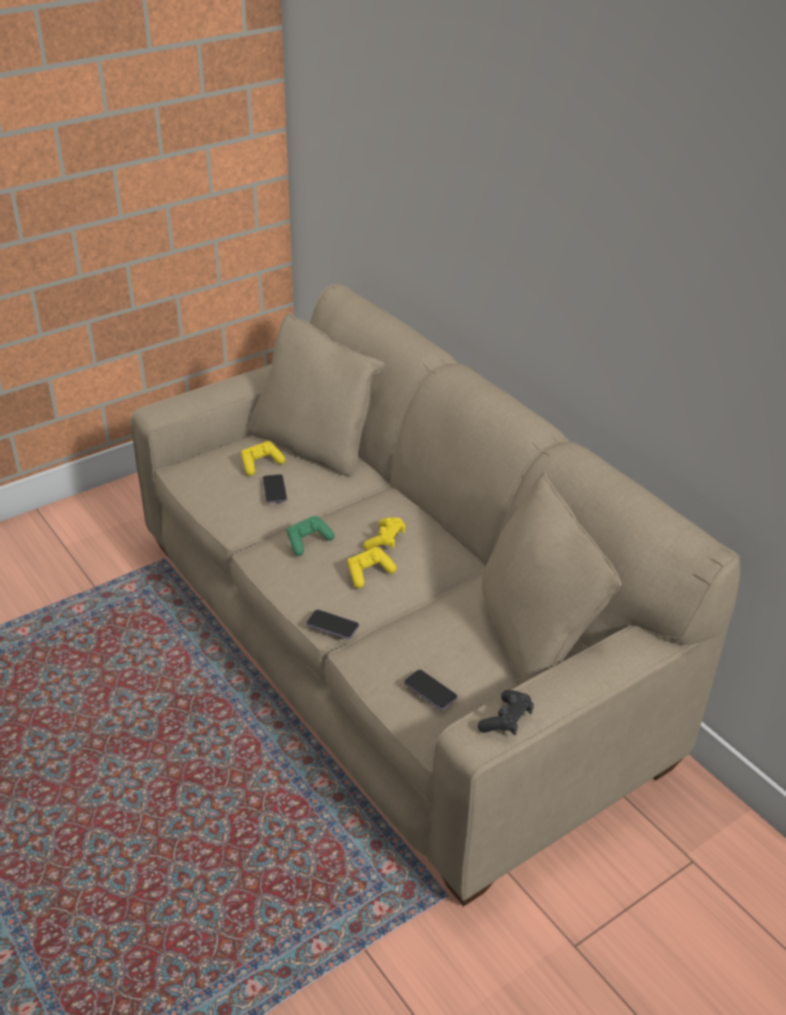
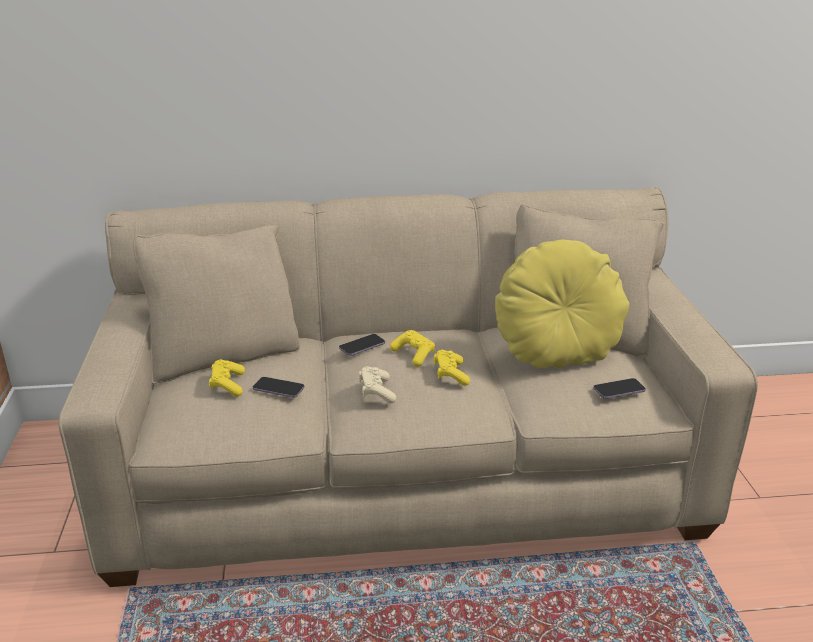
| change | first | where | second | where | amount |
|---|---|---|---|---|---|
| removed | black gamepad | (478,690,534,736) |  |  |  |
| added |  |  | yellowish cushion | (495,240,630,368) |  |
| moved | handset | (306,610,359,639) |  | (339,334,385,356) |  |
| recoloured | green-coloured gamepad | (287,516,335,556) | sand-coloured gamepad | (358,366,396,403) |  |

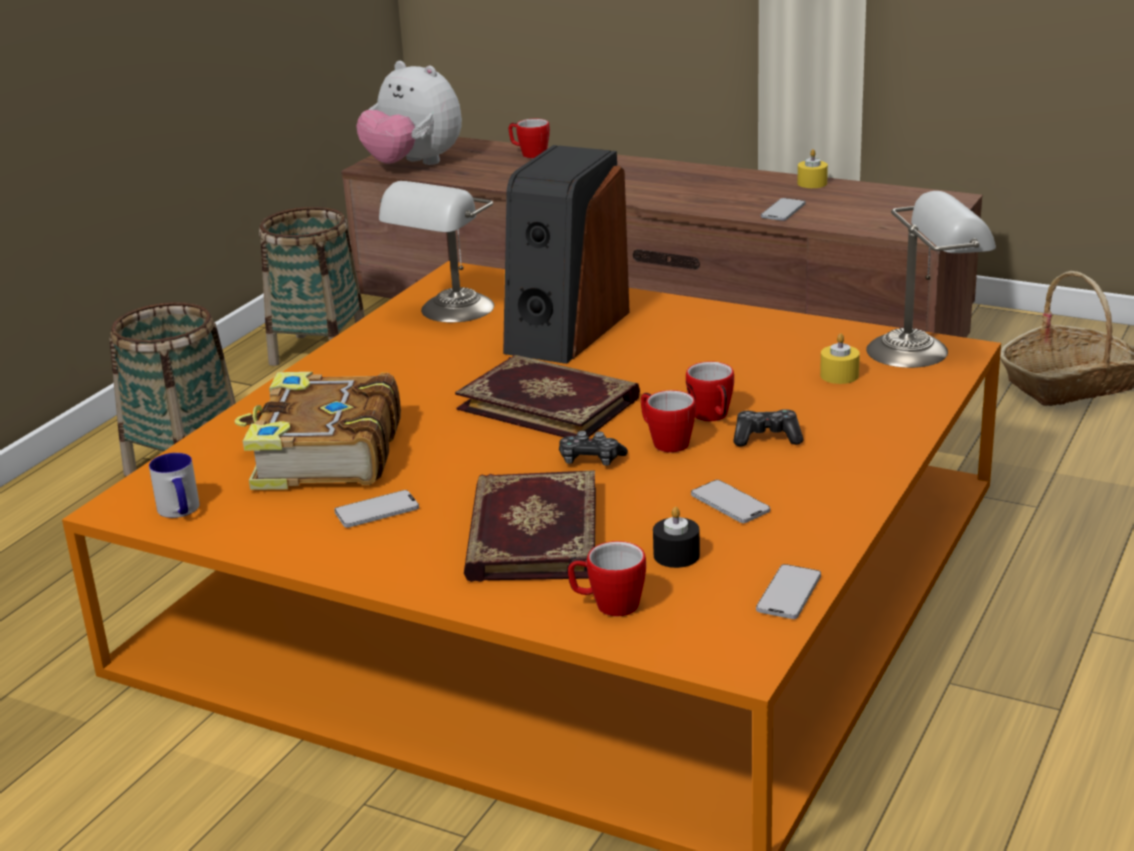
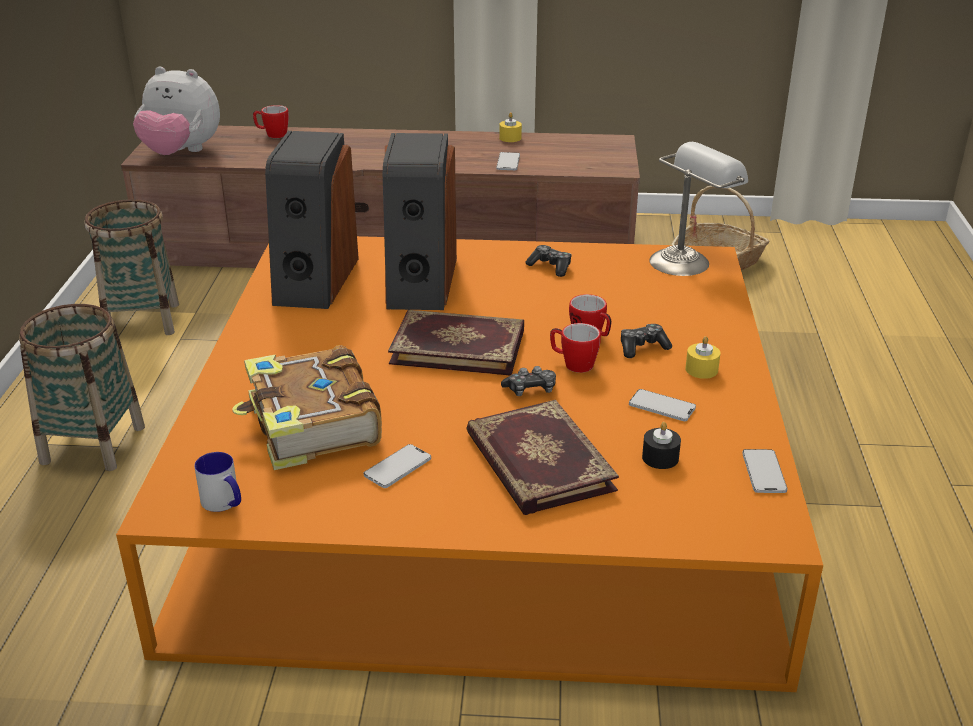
| change | first | where | second | where | amount |
|---|---|---|---|---|---|
| removed | coffee mug | (567,541,646,616) |  |  |  |
| added |  |  | gamepad | (526,245,571,277) |  |
| moved | yellowish wax candle | (820,333,860,384) |  | (685,336,721,379) |  |
| replaced | whitish tabletop lamp | (379,181,494,323) | loudspeaker | (265,131,359,309) |  |

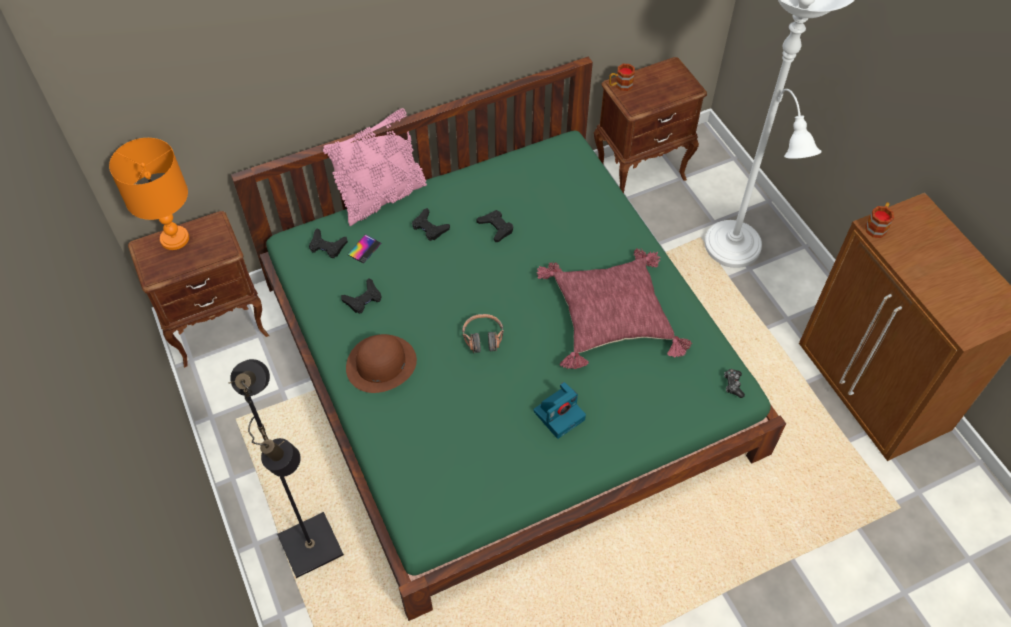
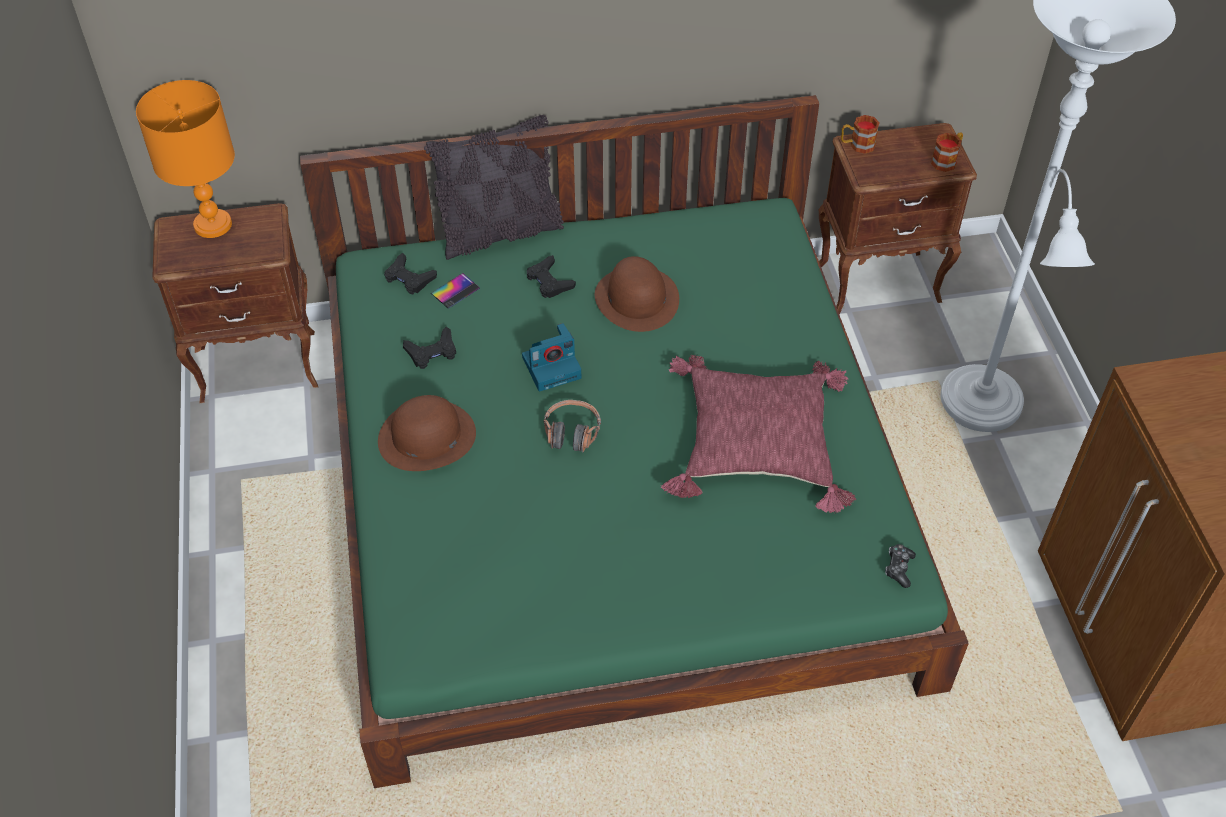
| change | first | where | second | where | amount |
|---|---|---|---|---|---|
| removed | black standard lamp | (229,359,344,578) |  |  |  |
| moved | photo camera | (533,382,586,439) |  | (522,323,581,391) |  |
| moved | coffee mug | (865,202,894,238) |  | (931,132,963,172) |  |
| replaced | black gamepad | (476,210,513,242) | brown wearable hat | (595,256,679,332) |  |
| recoloured | pink-coloured cushion | (323,108,427,226) | black cushion | (424,115,564,260) |  |

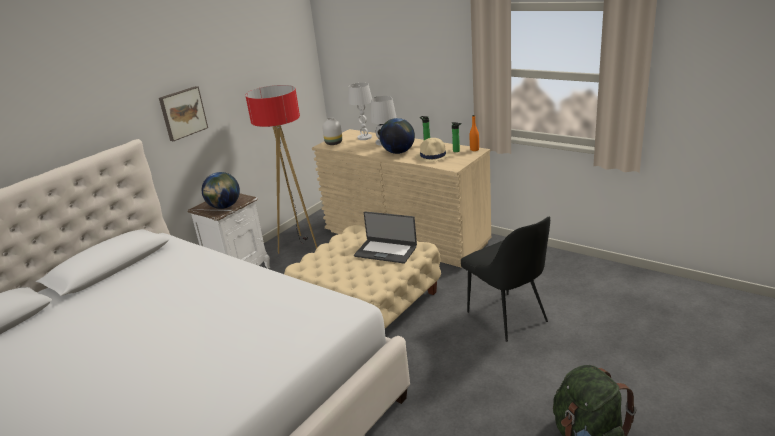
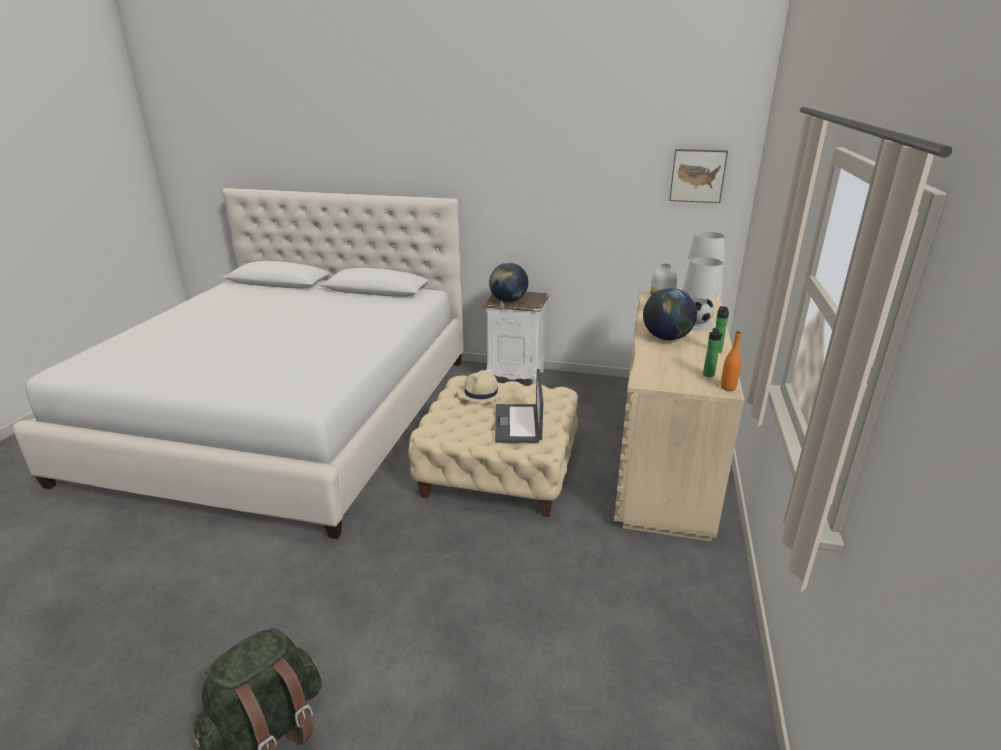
| change | first | where | second | where | amount |
|---|---|---|---|---|---|
| removed | standard lamp | (245,85,318,254) |  |  |  |
| removed | black plain chair | (461,217,550,342) |  |  |  |
| moved | picture | (159,86,208,141) |  | (669,149,728,203) |  |
| moved | sand-coloured wearable hat | (415,138,451,162) |  | (458,370,504,403) |  |

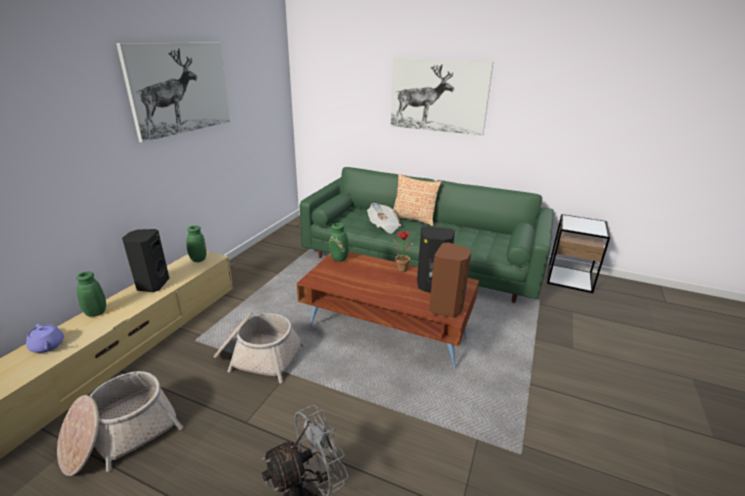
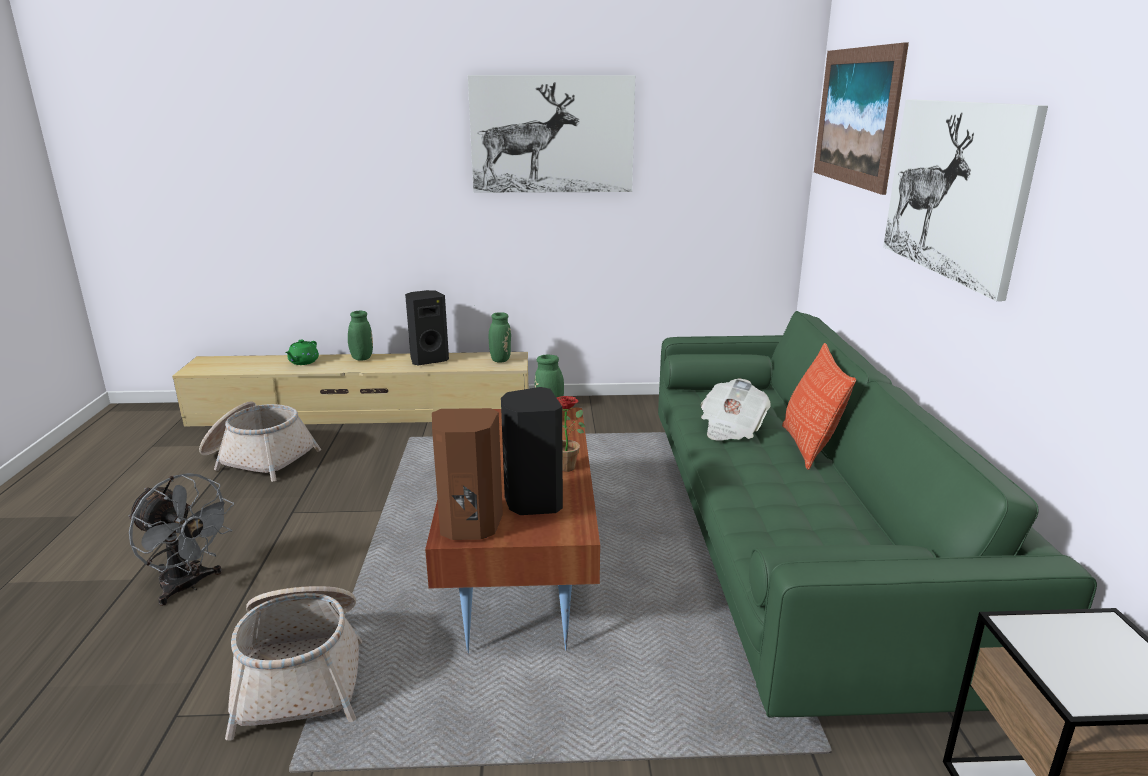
| change | first | where | second | where | amount |
|---|---|---|---|---|---|
| added |  |  | picture | (814,42,909,195) |  |
| moved | storage basket | (214,312,305,383) |  | (225,586,362,741) |  |
| recoloured | purplish tea pot | (26,324,64,353) | green-coloured tea pot | (285,340,319,365) |  |
| recoloured | sand-coloured cushion | (393,174,441,226) | orange cushion | (782,343,856,470) |  |

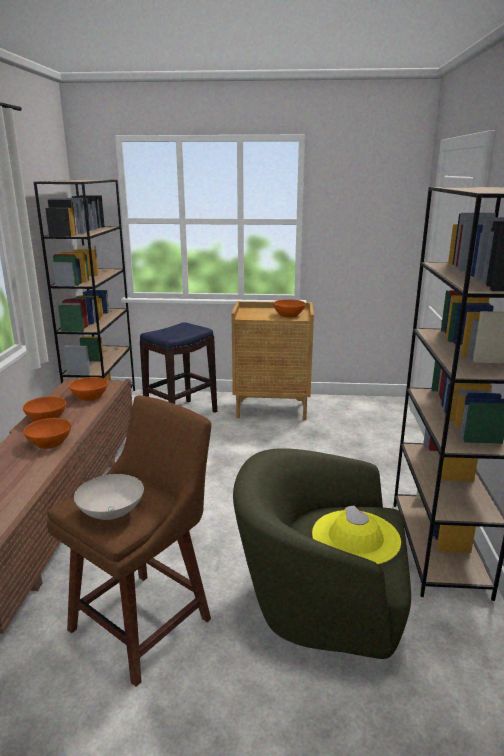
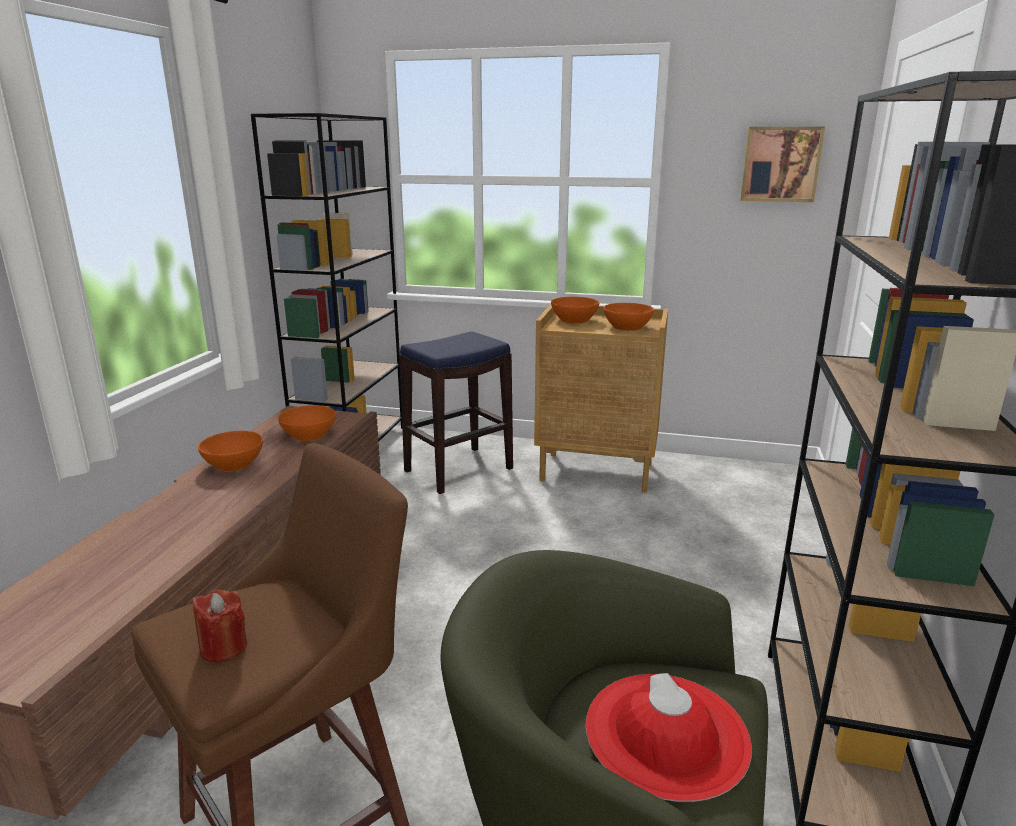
| change | first | where | second | where | amount |
|---|---|---|---|---|---|
| added |  |  | picture | (740,127,825,202) |  |
| moved | orange bowl | (23,418,71,449) |  | (551,297,599,323) |  |
| replaced | whitish bowl | (74,474,144,520) | reddish wax candle | (192,590,247,662) |  |
| recoloured | yellowish wearable hat | (312,505,401,565) | reddish wearable hat | (586,673,752,802) |  |

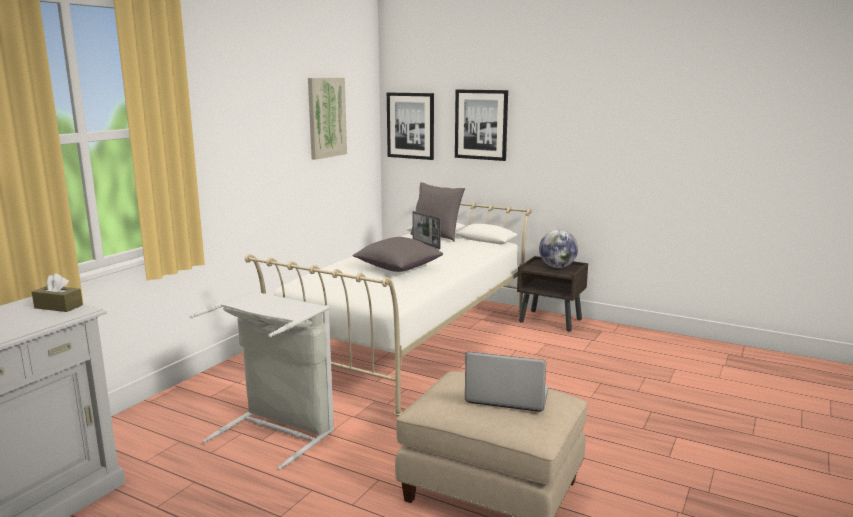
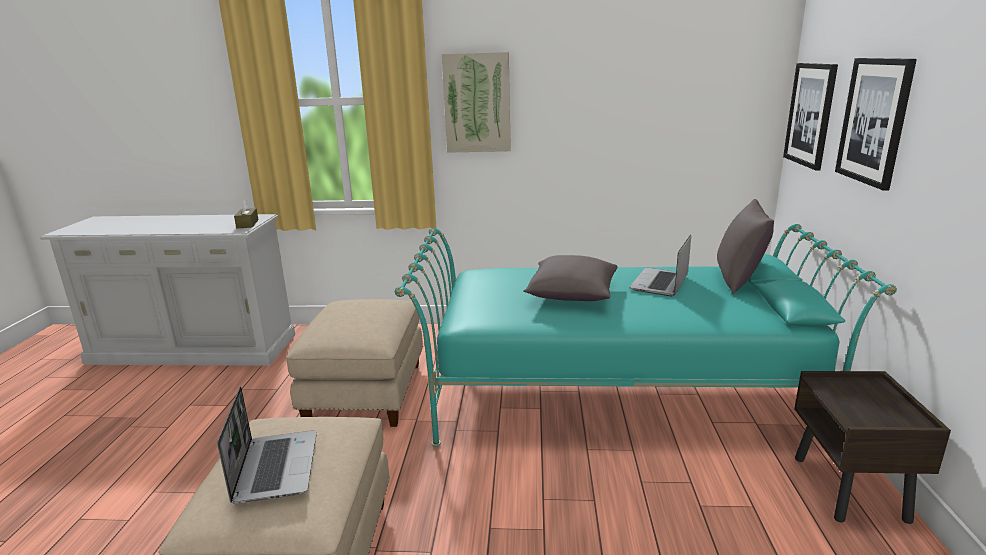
| change | first | where | second | where | amount |
|---|---|---|---|---|---|
| removed | desk globe | (539,230,578,268) |  |  |  |
| moved | picture | (308,78,347,160) |  | (442,52,511,153) |  |
| replaced | gray washing basket | (190,290,334,470) | sand-coloured footrest | (286,299,423,427) |  |
| recoloured | whitish bed | (245,203,532,416) | turquoise bed | (395,224,897,447) |  |

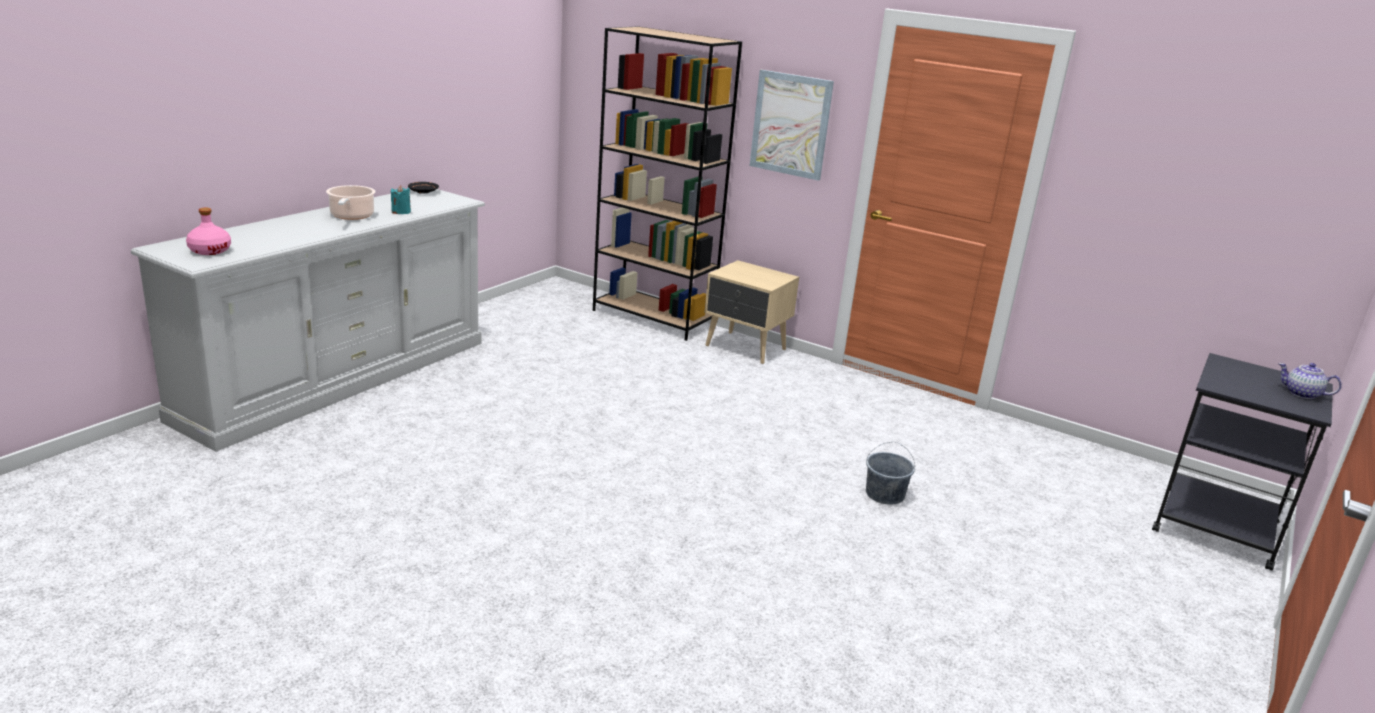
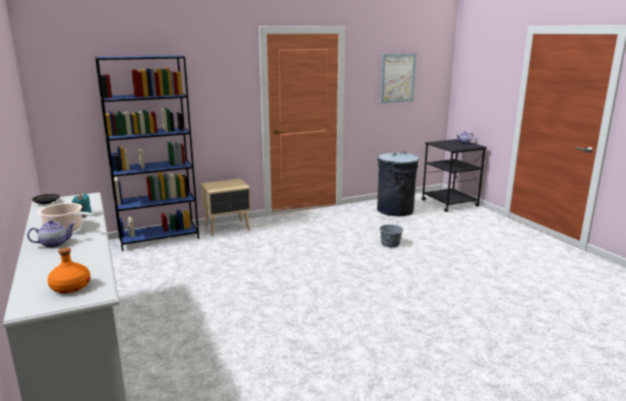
| change | first | where | second | where | amount |
|---|---|---|---|---|---|
| added |  |  | tea pot | (27,220,76,248) |  |
| added |  |  | gray trash can | (377,151,419,216) |  |
| moved | picture | (750,70,834,181) |  | (380,53,416,103) |  |
| recoloured | pink-coloured drink bottle | (186,208,231,255) | orange drink bottle | (48,247,91,293) |  |
| recoloured | sand-coloured bookshelf | (593,26,742,341) | blue-coloured bookshelf | (95,55,199,251) |  |

